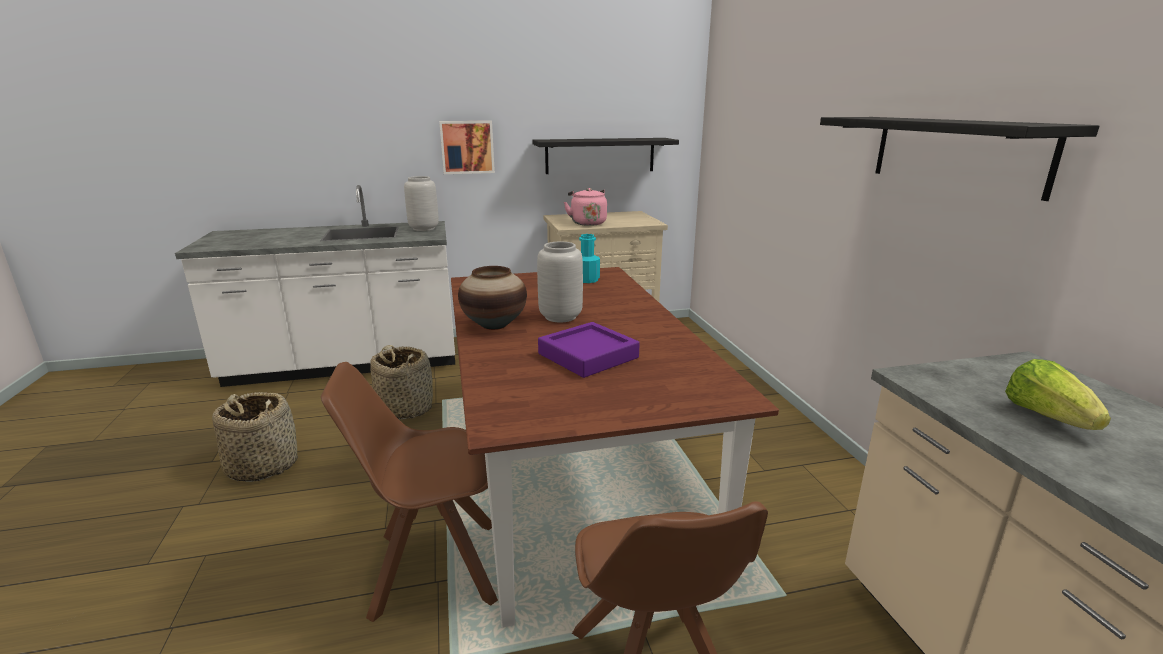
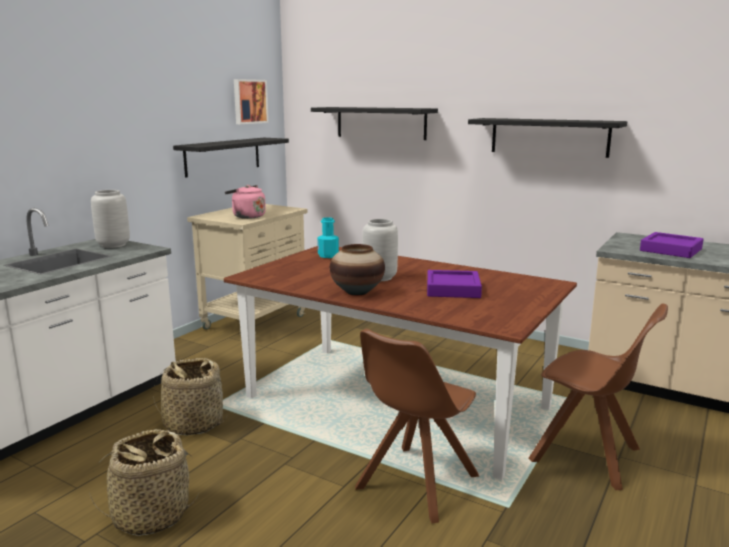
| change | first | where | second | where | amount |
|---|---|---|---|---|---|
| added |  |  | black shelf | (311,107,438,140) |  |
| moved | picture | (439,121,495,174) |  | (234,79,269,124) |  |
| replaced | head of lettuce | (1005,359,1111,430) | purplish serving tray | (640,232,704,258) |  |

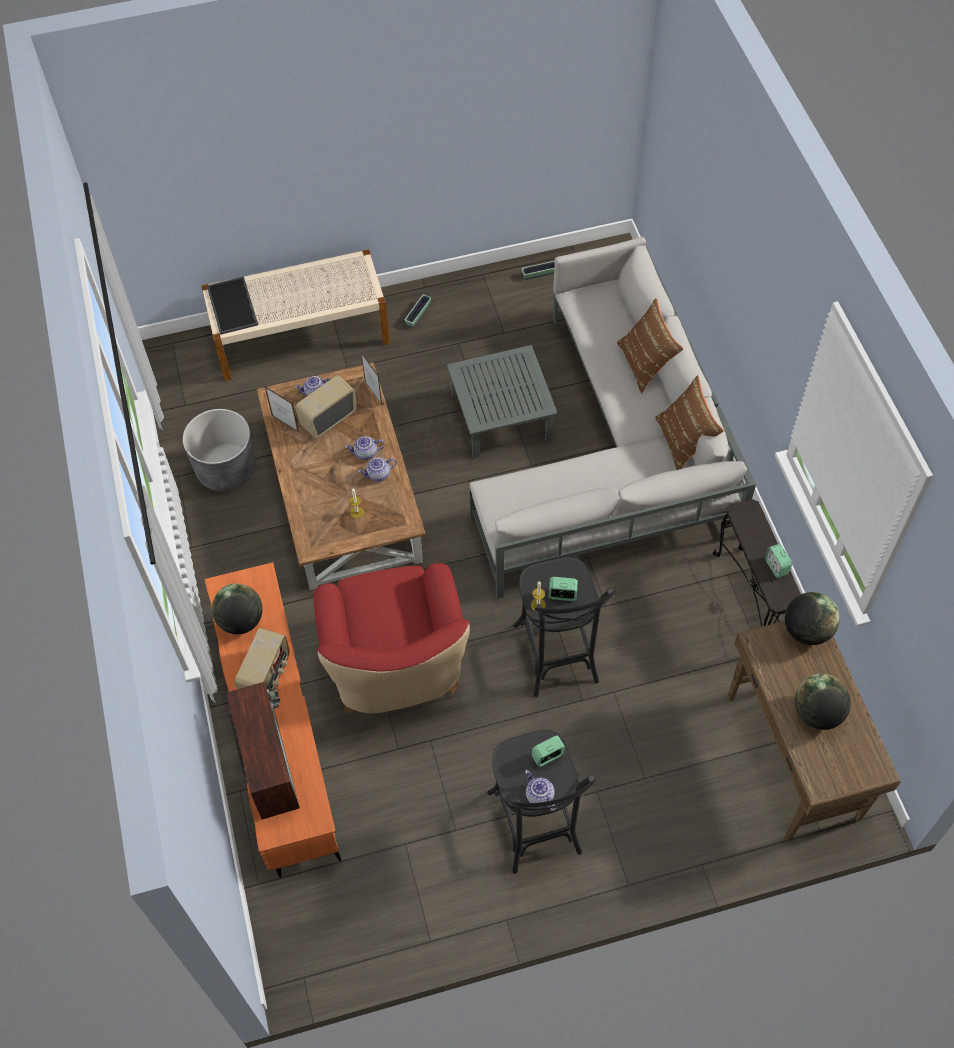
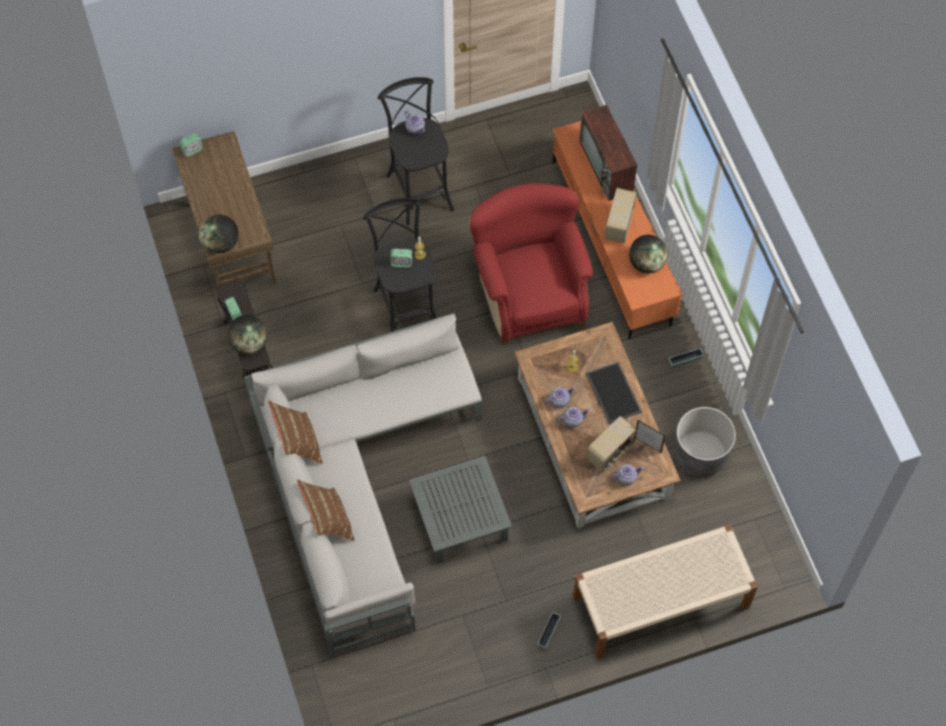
| change | first | where | second | where | amount |
|---|---|---|---|---|---|
| removed | picture frame | (361,353,382,405) |  |  |  |
| moved | serving tray | (206,276,258,335) |  | (586,361,642,424) |  |
| moved | planter | (522,261,555,280) |  | (669,348,704,367) |  |
| moved | bedside clock | (532,735,565,767) |  | (180,133,204,157) |  |
| moved | desk globe | (795,674,851,730) |  | (228,315,267,355) |  |

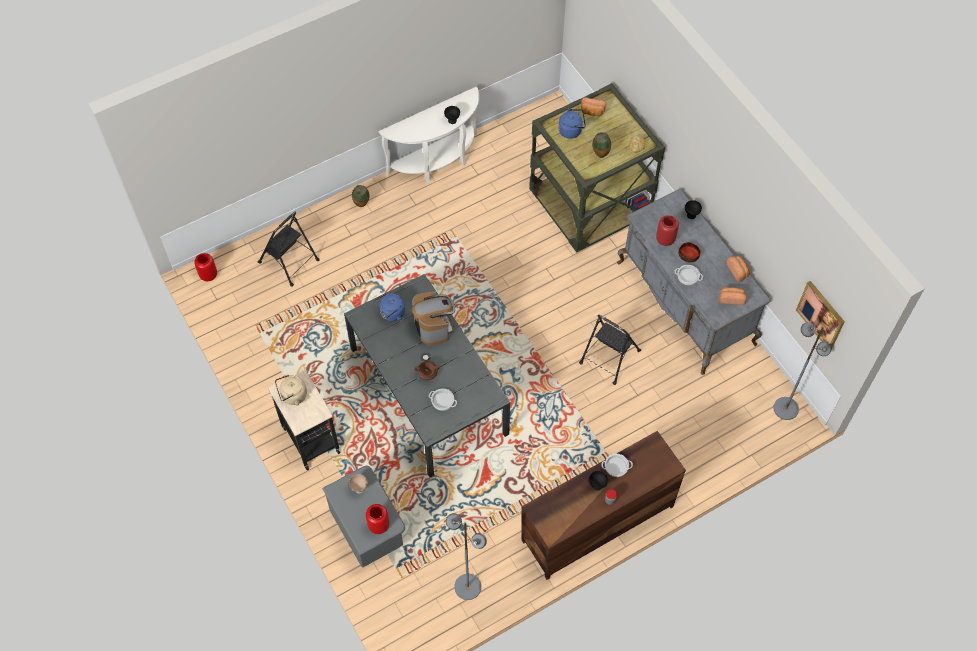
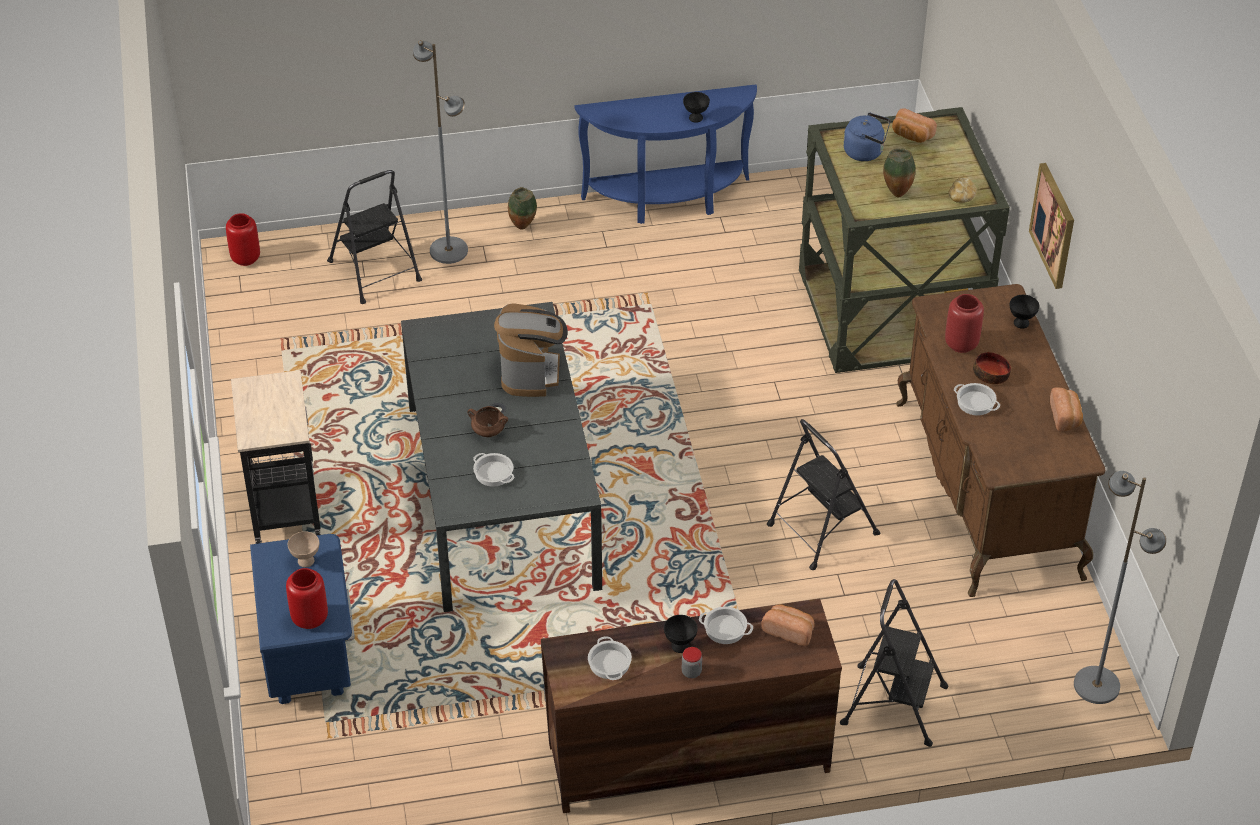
| change | first | where | second | where | amount |
|---|---|---|---|---|---|
| removed | sand-coloured kettle | (275,375,307,405) |  |  |  |
| removed | blue-coloured kettle | (374,293,405,322) |  |  |  |
| added |  |  | saucepot | (588,636,632,680) |  |
| added |  |  | black step ladder | (840,579,948,747) |  |
| moved | gray standard lamp | (446,513,487,600) |  | (413,40,468,264) |  |
| moved | baked bread | (719,287,747,305) |  | (761,604,814,646) |  |
| moved | picture | (796,281,845,349) |  | (1029,163,1074,289) |  |
| recoloured | gray night table | (322,465,405,567) | blue-coloured night table | (250,534,355,704) |  |
| recoloured | whitish console table | (378,86,479,183) | blue-coloured console table | (575,84,757,224) |  |
| recoloured | gray chest of drawers | (617,189,771,375) | brown chest of drawers | (896,284,1105,597) |  |

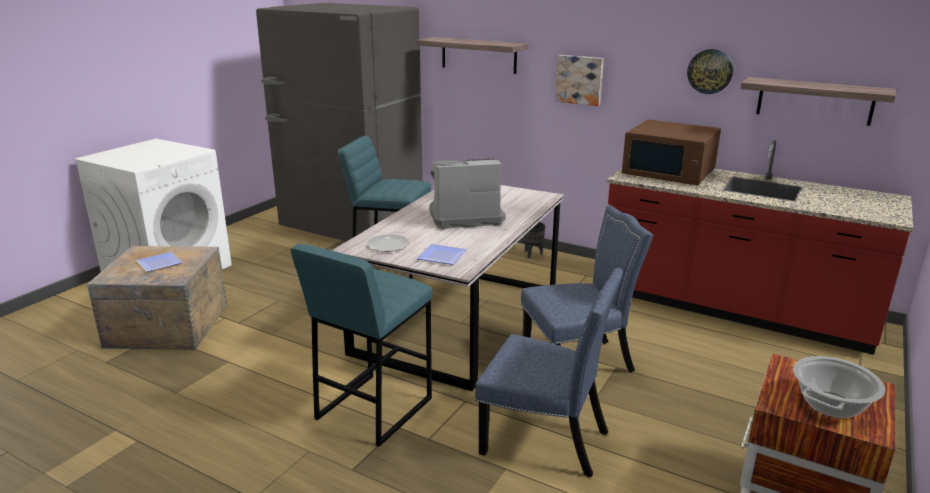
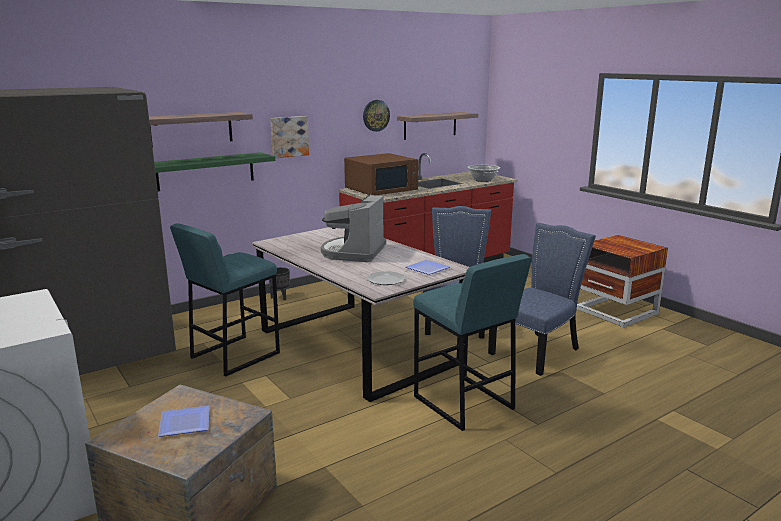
| change | first | where | second | where | amount |
|---|---|---|---|---|---|
| added |  |  | green-coloured shelf | (154,152,275,191) |  |
| moved | saucepot | (793,356,885,418) |  | (467,165,500,182) |  |

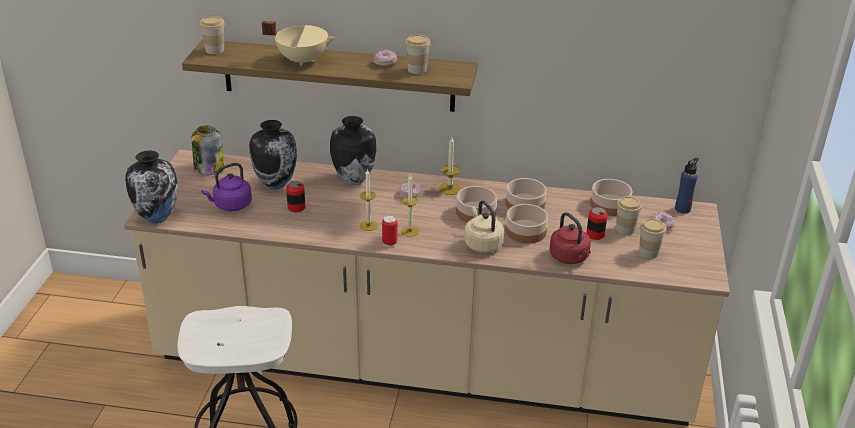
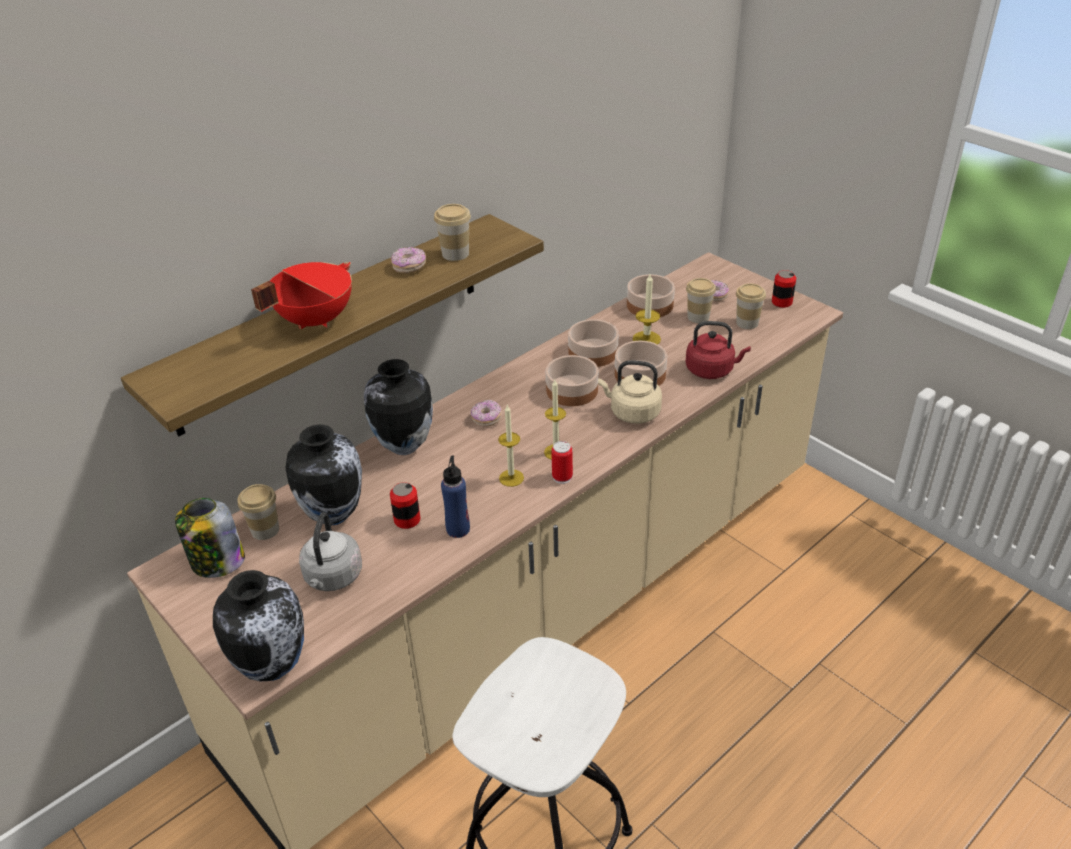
| change | first | where | second | where | amount |
|---|---|---|---|---|---|
| moved | cup | (199,16,225,54) |  | (238,484,279,540) |  |
| moved | wax candle | (439,137,461,195) |  | (632,274,661,344) |  |
| moved | metal can | (586,207,608,240) |  | (772,270,796,308) |  |
| moved | blue-coloured drink bottle | (675,158,699,214) |  | (441,455,470,538) |  |
| recoloured | purplish kettle | (201,163,252,211) | gray kettle | (299,512,362,591) |  |
| recoloured | sand-coloured saucepot | (262,21,335,66) | reddish saucepot | (251,262,352,329) |  |

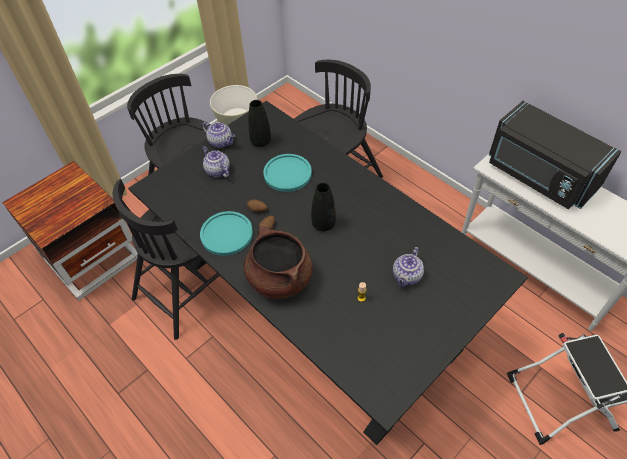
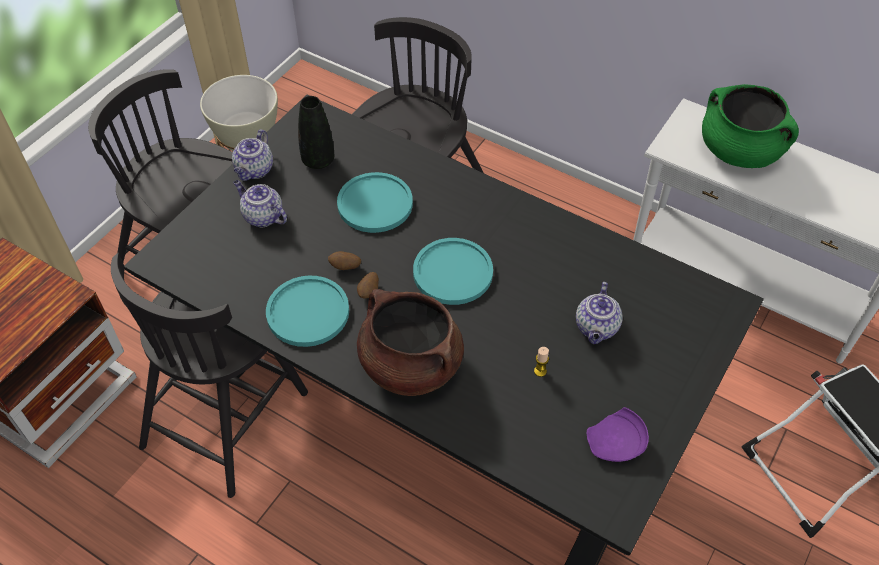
| change | first | where | second | where | amount |
|---|---|---|---|---|---|
| added |  |  | purplish flat dish | (586,407,649,462) |  |
| replaced | black flower vase | (311,183,336,231) | turquoise flat dish | (413,238,493,305) |  |
| replaced | black microwave | (489,101,622,209) | green-coloured saucepot | (702,84,799,168) |  |
| turned | tea pot | (202,122,235,148) |  | (232,130,273,181) | 90 degrees clockwise |

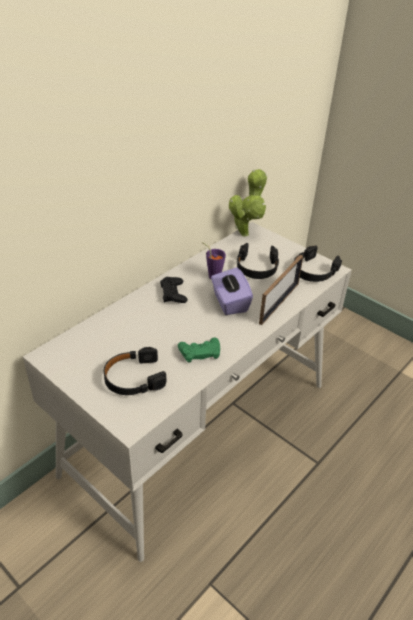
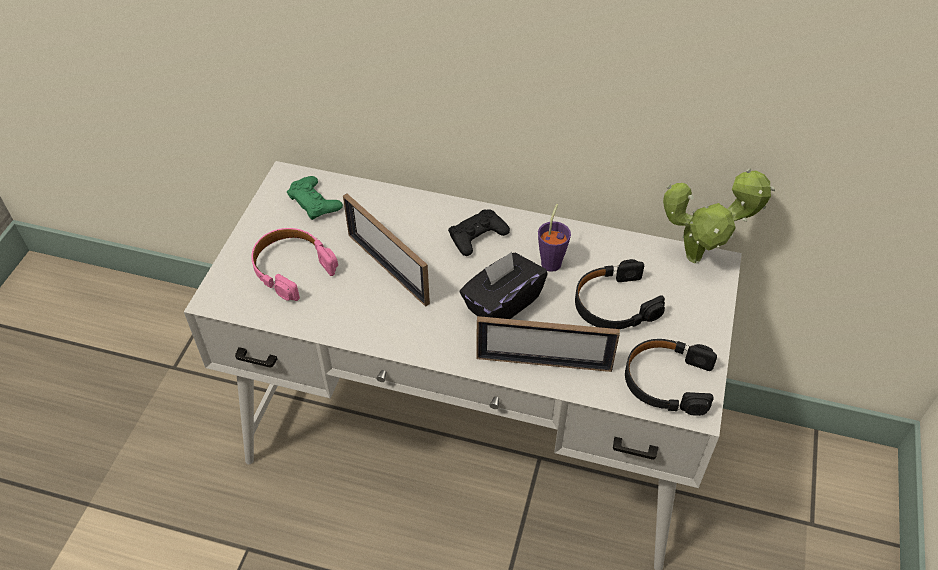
| change | first | where | second | where | amount |
|---|---|---|---|---|---|
| added |  |  | picture frame | (343,193,430,306) |  |
| moved | green-coloured gamepad | (178,338,220,363) |  | (287,176,343,220) |  |
| recoloured | black pair of headphones | (104,347,166,395) | pink-coloured pair of headphones | (251,228,338,301) |  |
| recoloured | purplish box of tissues | (211,267,253,315) | black box of tissues | (460,252,548,319) |  |

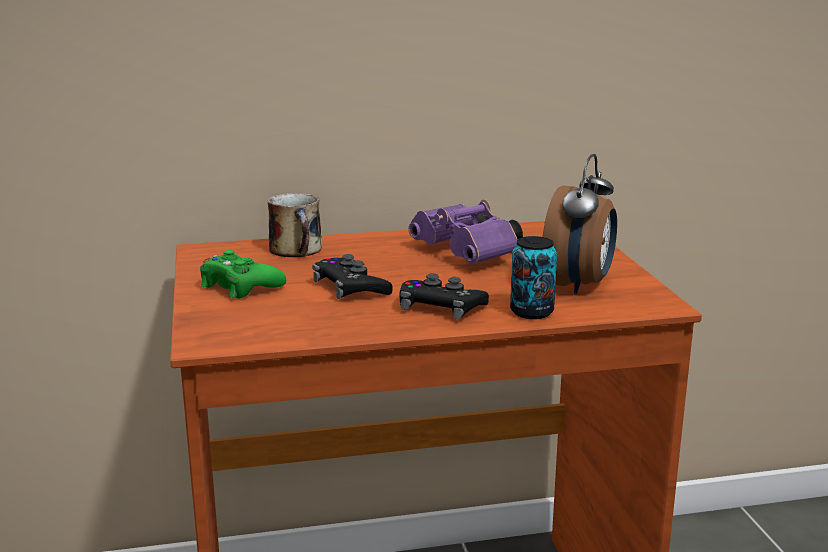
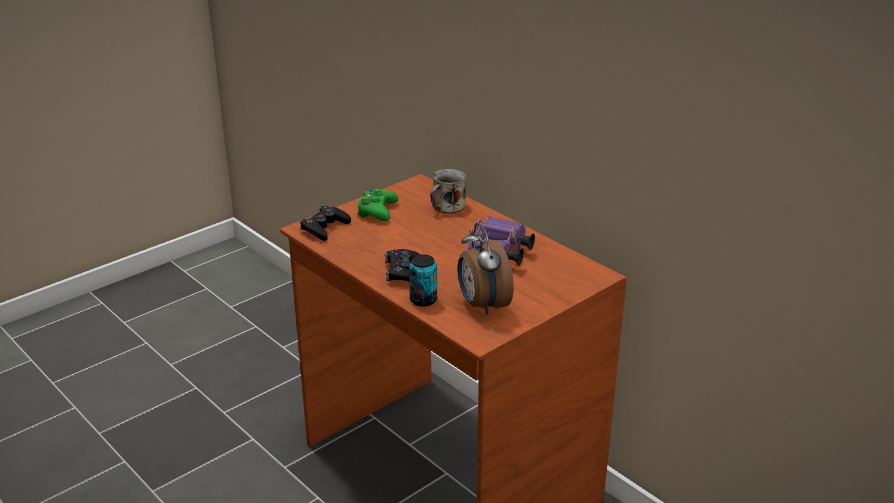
| change | first | where | second | where | amount |
|---|---|---|---|---|---|
| moved | black gamepad | (312,254,392,299) |  | (300,206,351,241) |  |
| turned | bedside clock | (542,154,617,295) |  | (457,223,514,315) | 75 degrees clockwise |

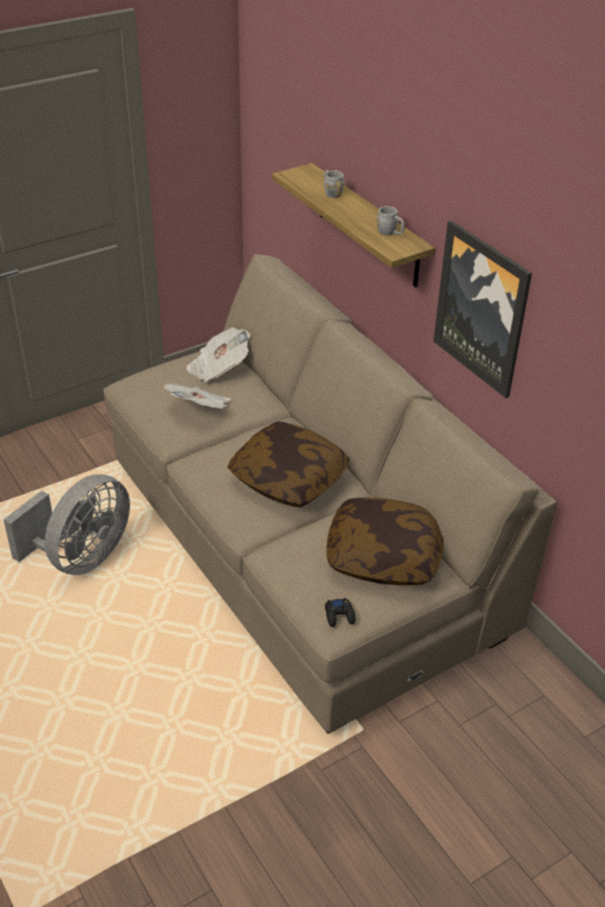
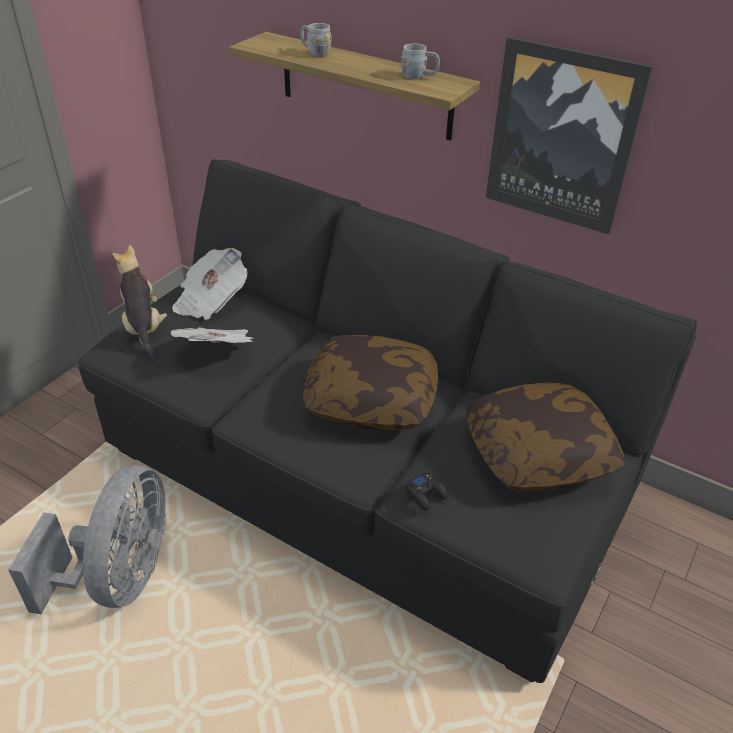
| change | first | where | second | where | amount |
|---|---|---|---|---|---|
| added |  |  | plush toy | (112,245,167,358) |  |
| moved | black gamepad | (325,598,356,627) |  | (405,472,448,511) |  |
| recoloured | sand-coloured sofa | (103,254,557,734) | black sofa | (77,159,697,683) |  |

